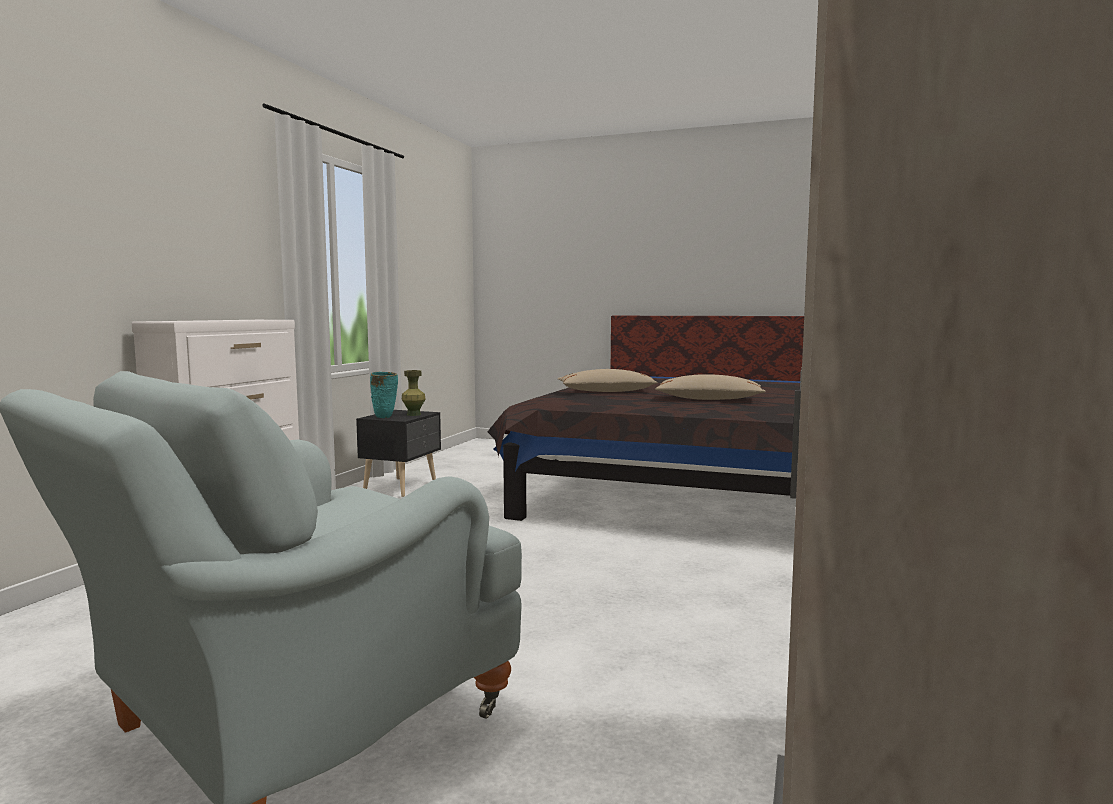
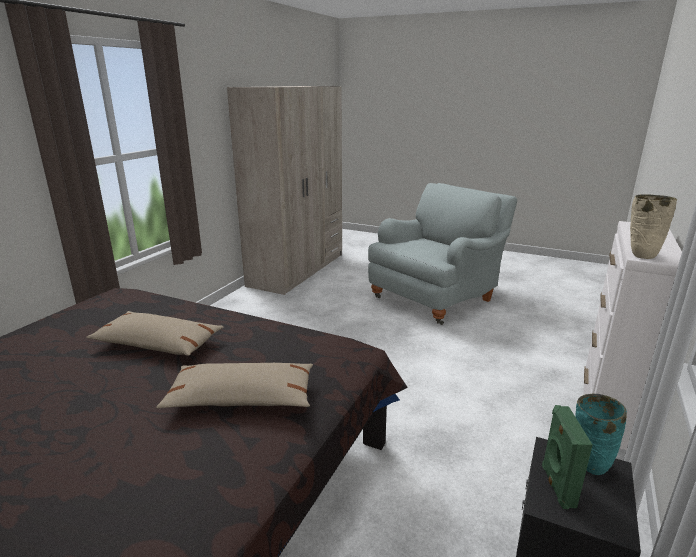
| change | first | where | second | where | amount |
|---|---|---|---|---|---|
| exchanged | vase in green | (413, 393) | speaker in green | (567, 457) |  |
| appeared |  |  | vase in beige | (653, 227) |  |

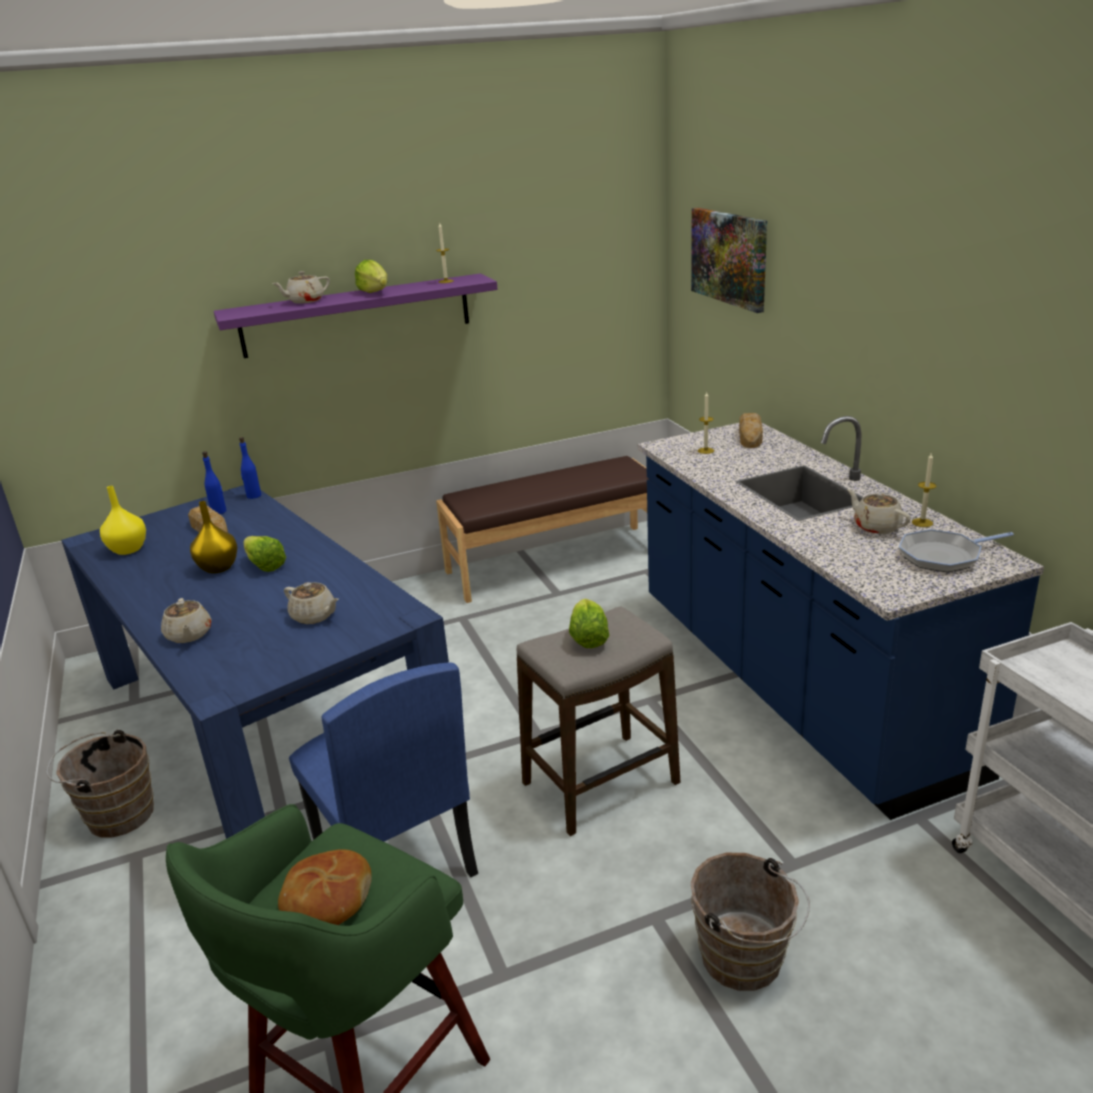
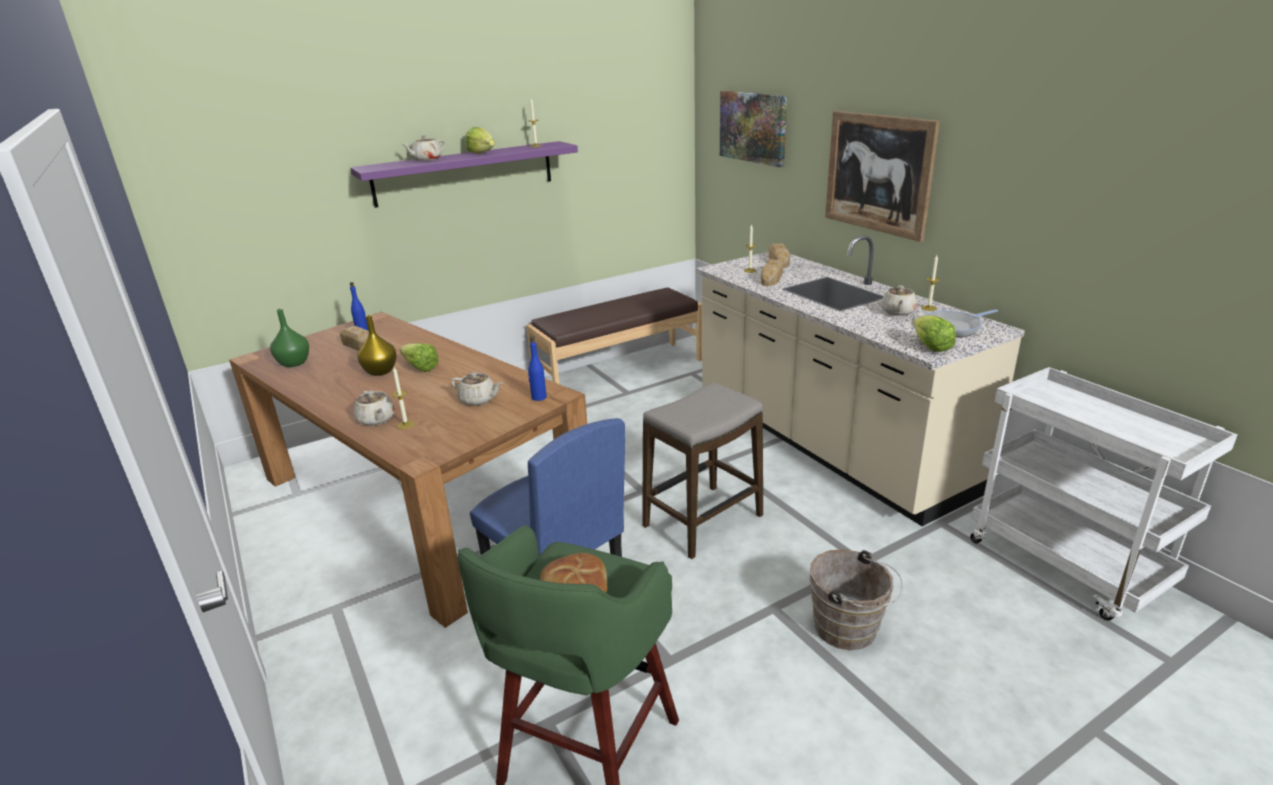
| change | first | where | second | where | amount |
|---|---|---|---|---|---|
| missing | bucket in brown | (100, 783) |  |  |  |
| colour | dining table in blue | (255, 662) | dining table in brown | (408, 470) |  |
| colour | vase in yellow | (123, 520) | vase in green | (289, 337) |  |
| relocated | bottle in blue | (250, 468) |  | (537, 368) |  |
| relocated | lettuce | (589, 623) |  | (934, 333) |  |
| colour | counter in blue | (841, 618) | counter in beige | (860, 380) |  |
| spun | teapot in beige | (879, 511) |  | (899, 300) | 120 degrees counterclockwise |
| appeared |  |  | candle | (403, 398) |  |
| appeared |  |  | bread | (772, 272) |  |
| appeared |  |  | picture | (882, 176) |  |

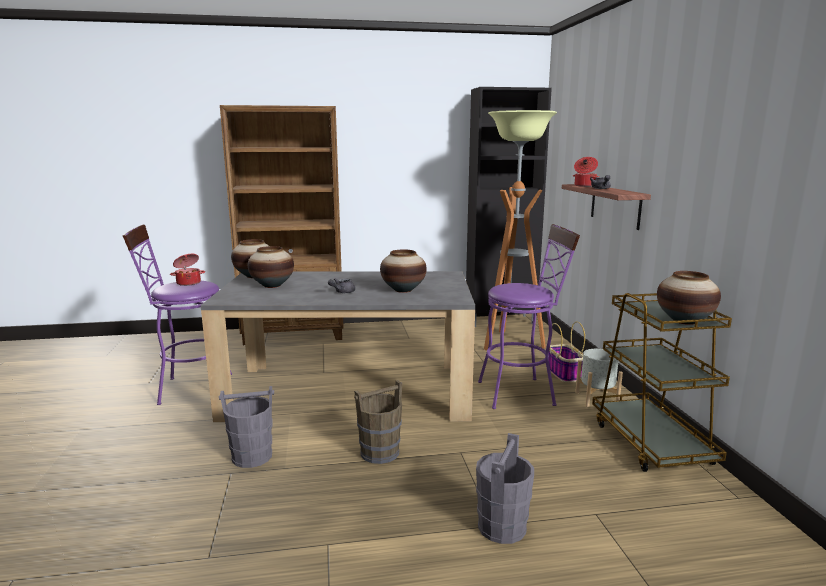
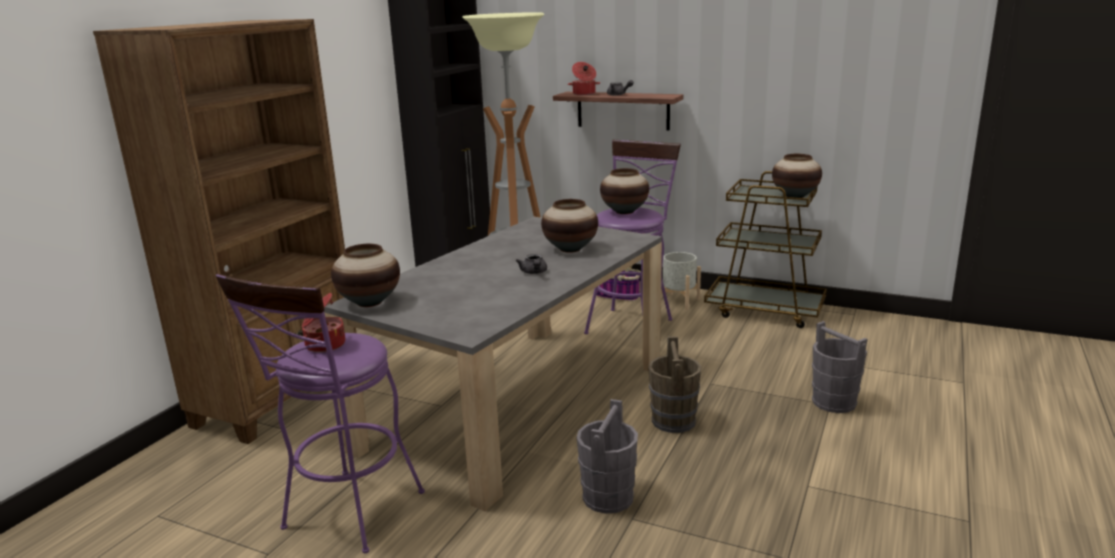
| change | first | where | second | where | amount |
|---|---|---|---|---|---|
| relocated | vase | (271, 267) |  | (624, 191) |  |

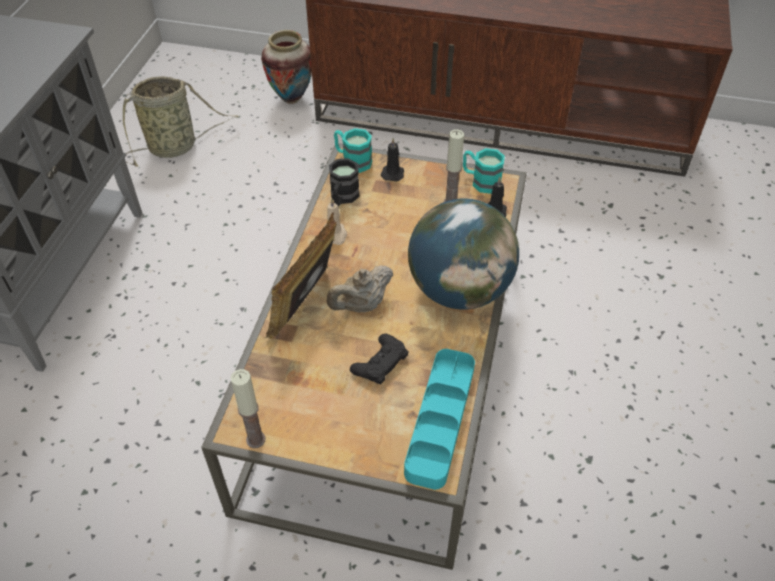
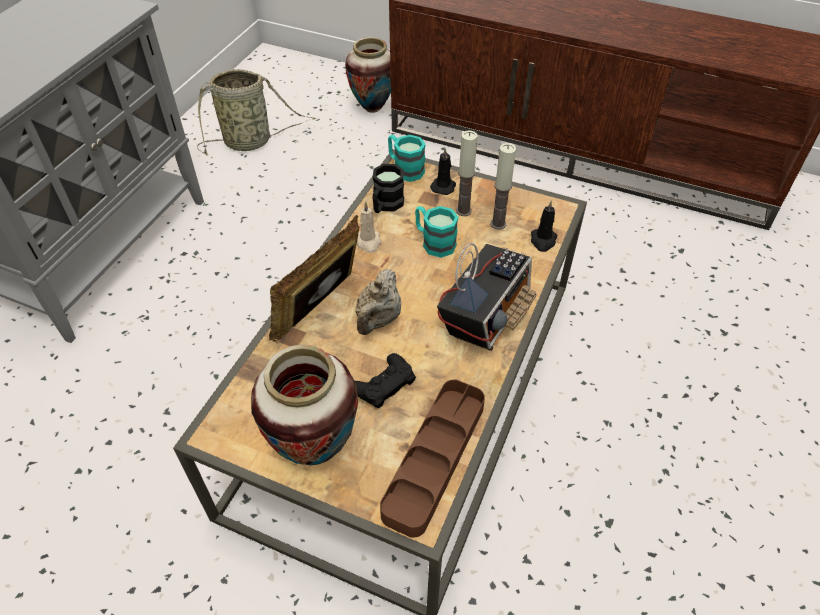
| change | first | where | second | where | amount |
|---|---|---|---|---|---|
| relocated | candle | (247, 408) |  | (467, 173) |  |
| spun | teapot in beige | (360, 289) |  | (378, 302) | 45 degrees counterclockwise |
| colour | tray in turquoise | (439, 419) | tray in brown | (432, 458) |  |
| exchanged | globe | (463, 254) | radio | (486, 297) |  |
| relocated | mug in turquoise | (484, 171) |  | (436, 232) |  |
| appeared |  |  | vase | (304, 404) |  |

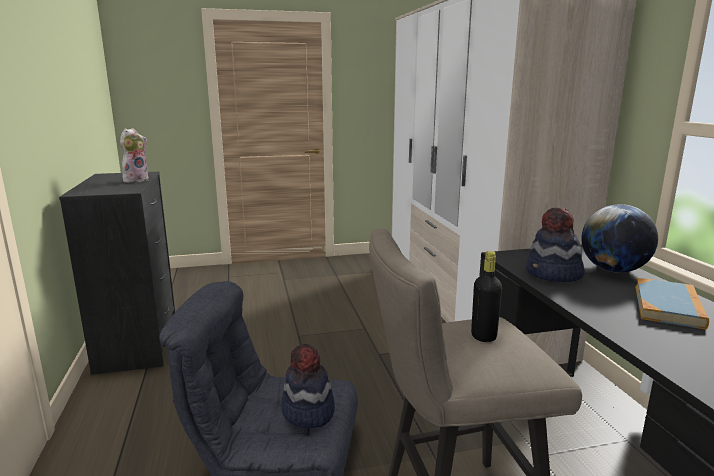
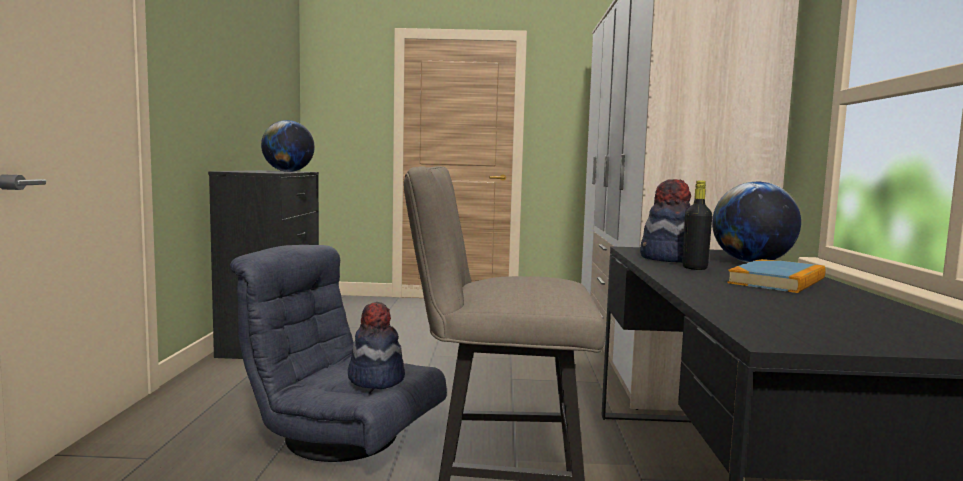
| change | first | where | second | where | amount |
|---|---|---|---|---|---|
| exchanged | plush toy | (134, 155) | globe | (288, 146) |  |
| relocated | bottle in black | (486, 296) |  | (697, 225) |  |

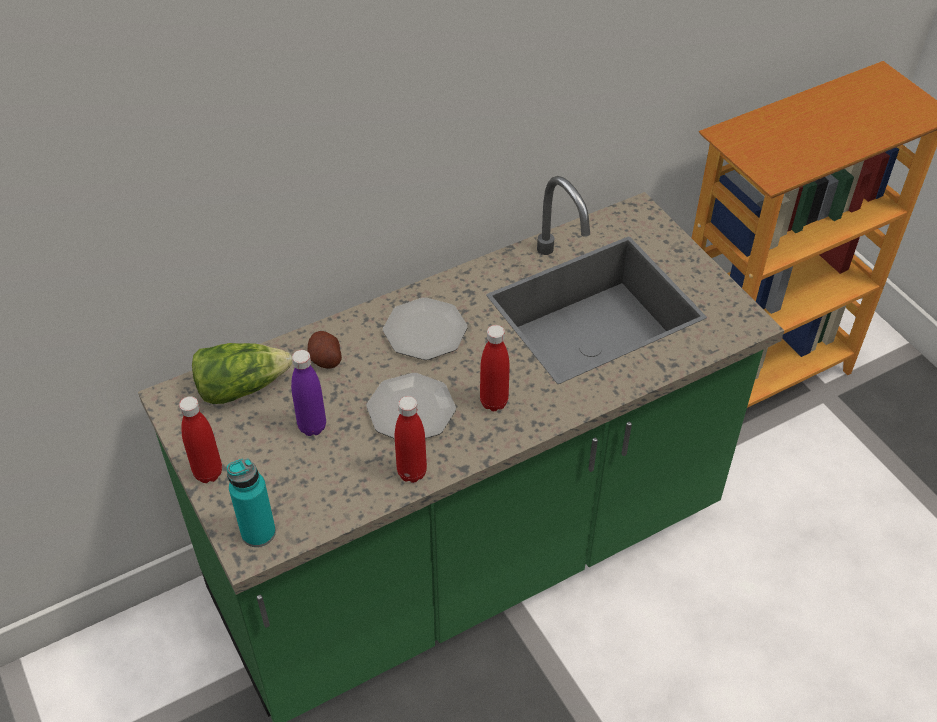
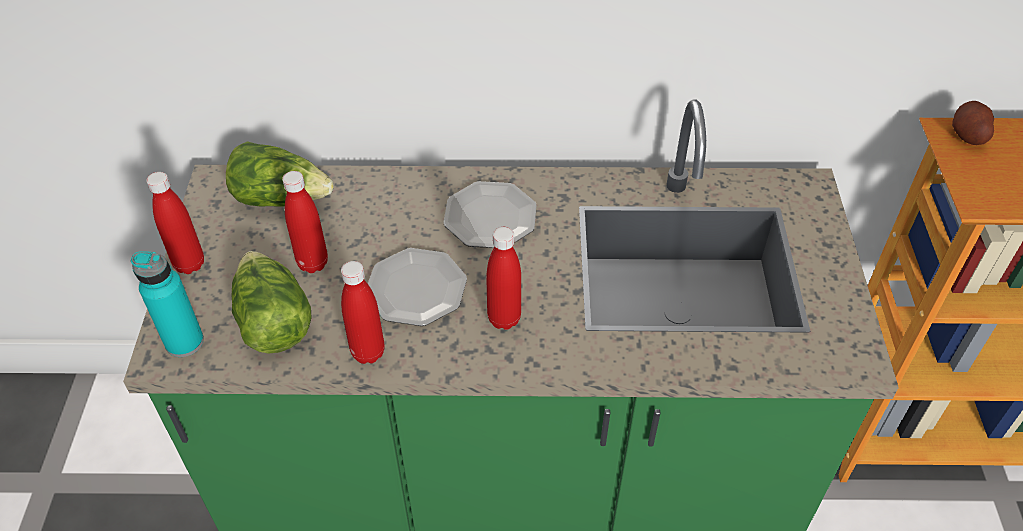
| change | first | where | second | where | amount |
|---|---|---|---|---|---|
| colour | bottle in purple | (308, 393) | bottle in red | (305, 222) |  |
| relocated | potato | (325, 349) |  | (973, 123) |  |
| appeared |  |  | lettuce | (272, 302) |  |

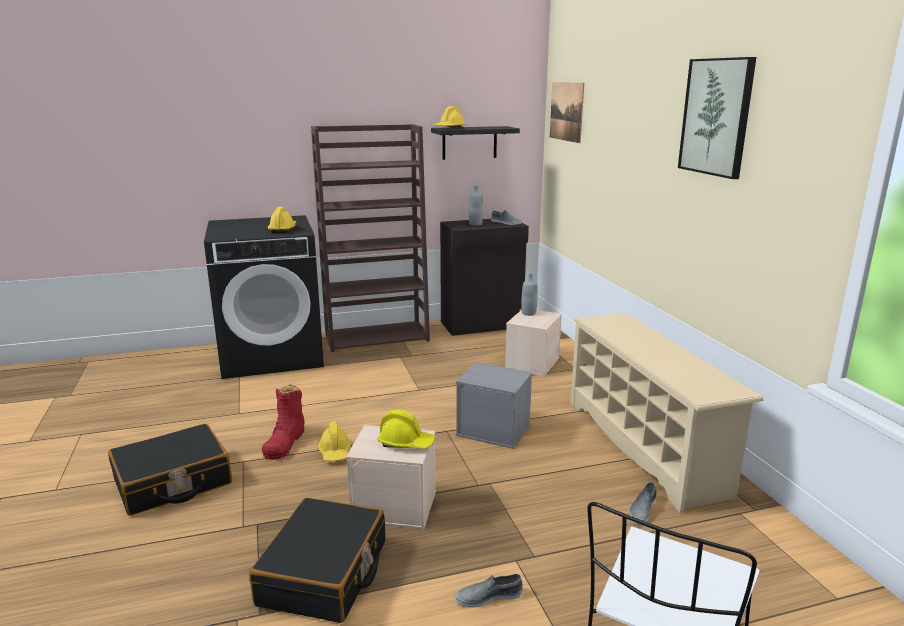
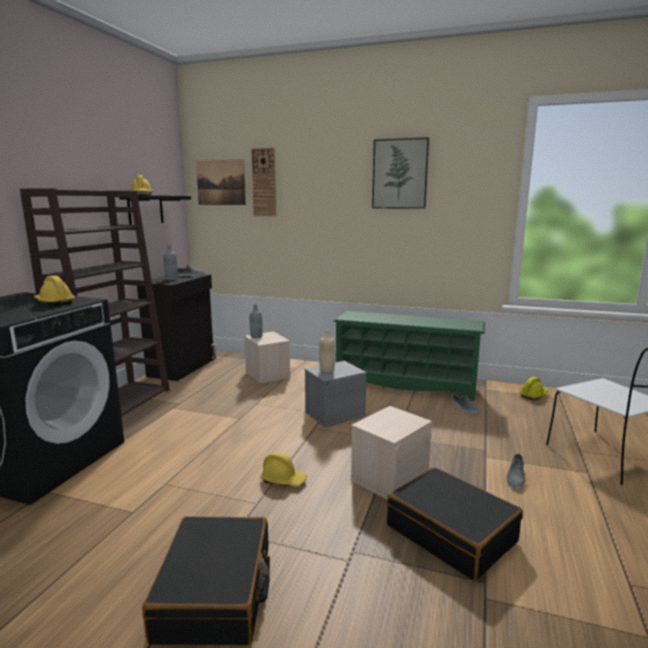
| change | first | where | second | where | amount |
|---|---|---|---|---|---|
| missing | boot in red | (283, 422) |  |  |  |
| relocated | hard hat in yellow | (406, 429) |  | (534, 388) |  |
| colour | shoe rack in beige | (667, 413) | shoe rack in green | (409, 356) |  |
| appeared |  |  | wall clock | (263, 182) |  |
| appeared |  |  | bottle in beige | (327, 350) |  |

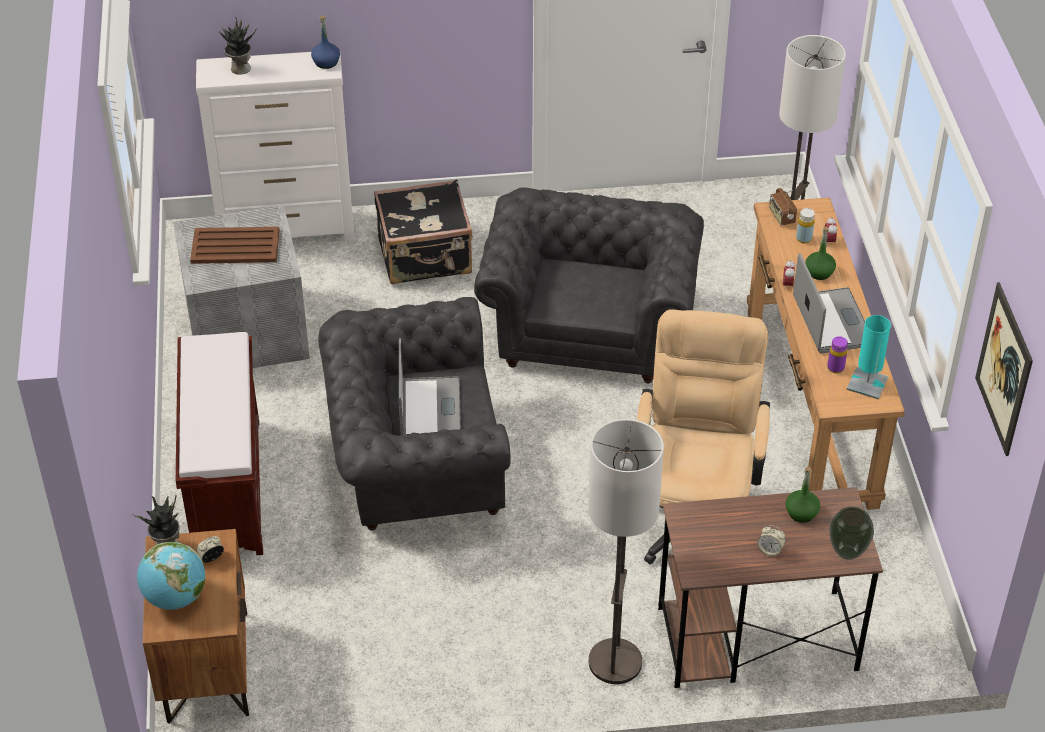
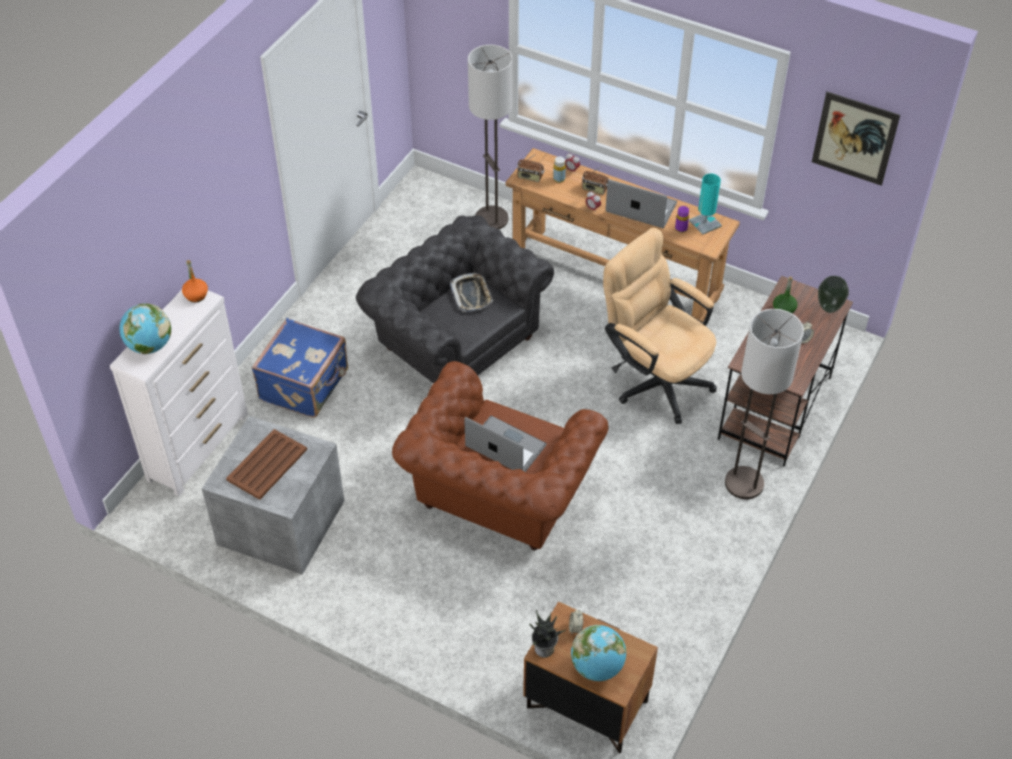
| change | first | where | second | where | amount |
|---|---|---|---|---|---|
| missing | bench in brown | (219, 443) |  |  |  |
| exchanged | potted plant | (238, 46) | globe | (145, 328) |  |
| colour | bottle in blue | (325, 42) | bottle in orange | (195, 281) |  |
| colour | armchair in grey | (414, 413) | armchair in brown | (500, 455) |  |
| colour | suitcase in black | (423, 231) | suitcase in blue | (300, 368) |  |
| exchanged | bottle in green | (820, 253) | radio | (595, 181) |  |
| appeared |  |  | tray | (471, 292) |  |

